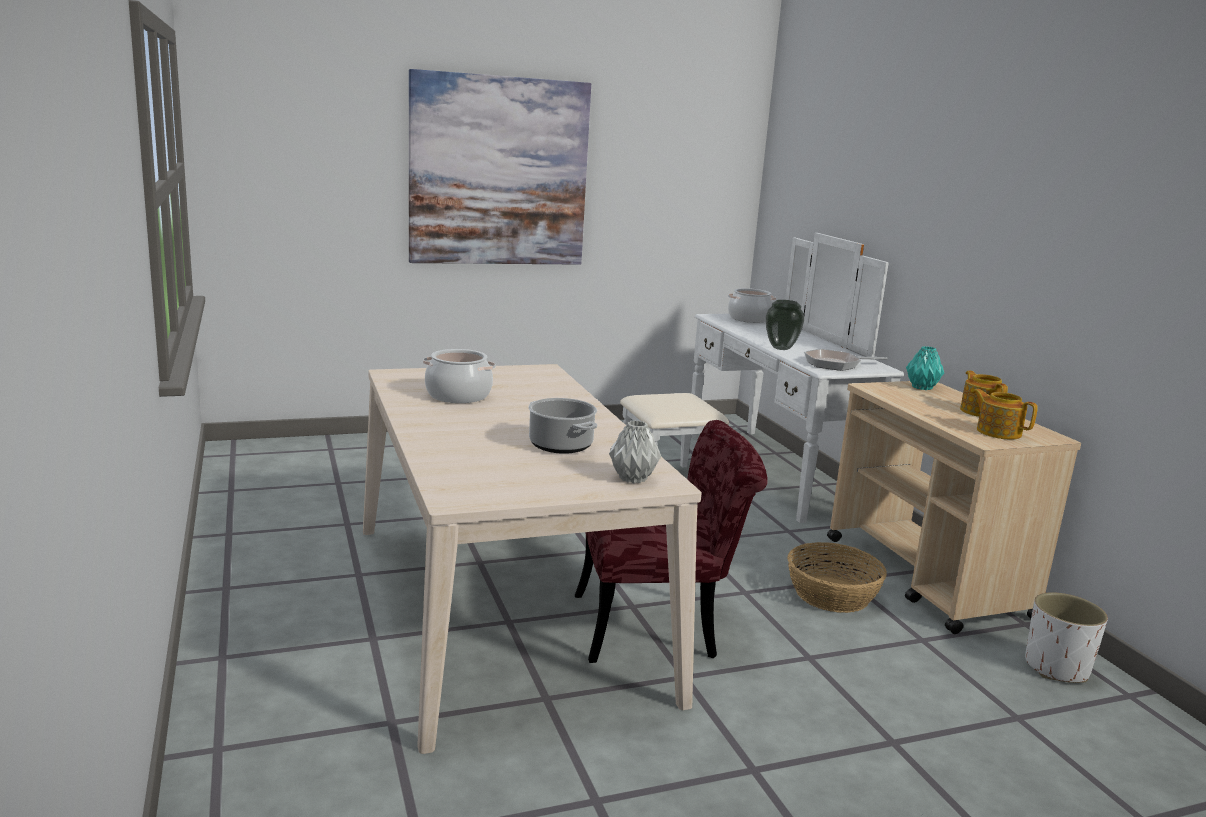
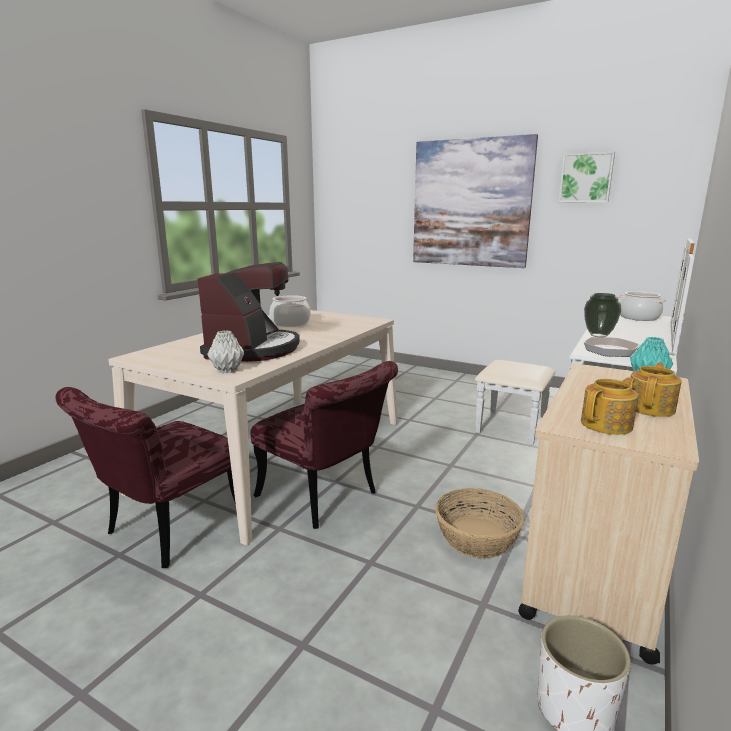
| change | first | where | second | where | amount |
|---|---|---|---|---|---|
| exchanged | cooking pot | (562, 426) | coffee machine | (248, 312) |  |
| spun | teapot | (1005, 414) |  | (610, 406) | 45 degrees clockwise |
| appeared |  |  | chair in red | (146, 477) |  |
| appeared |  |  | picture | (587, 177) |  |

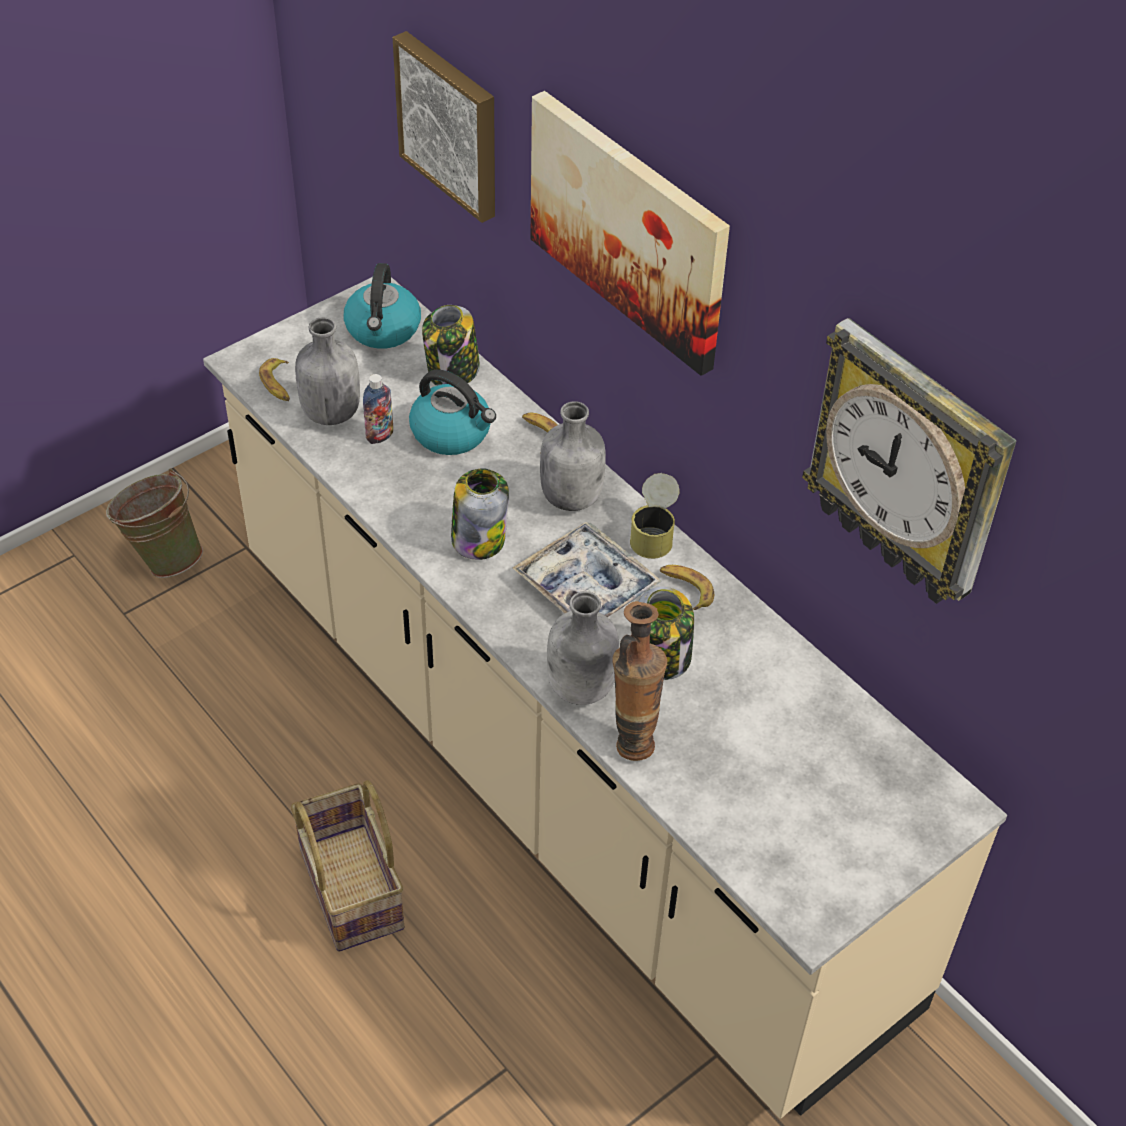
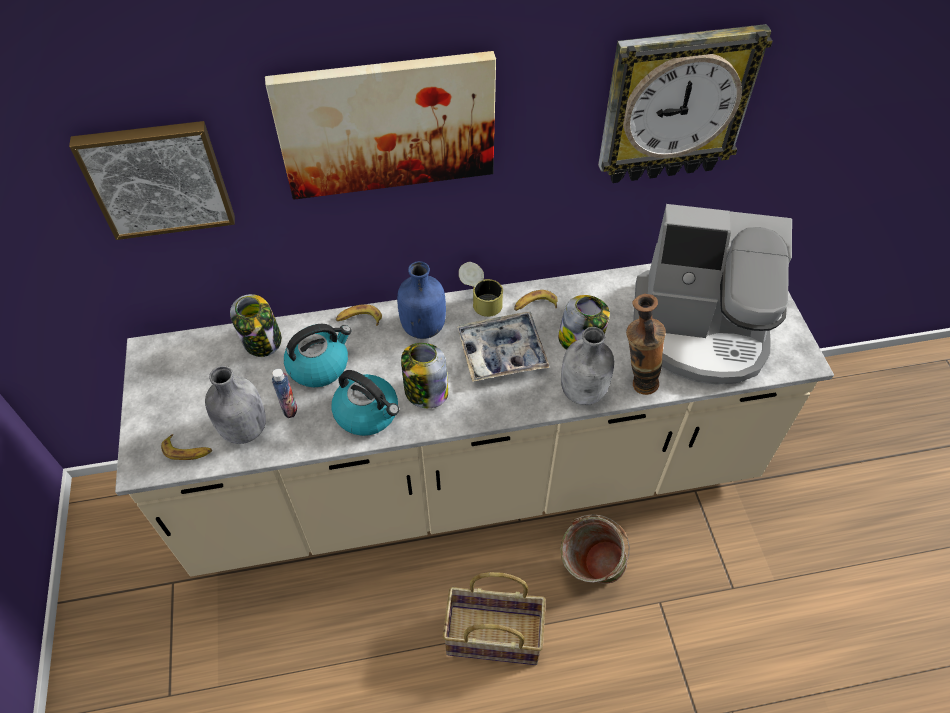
| change | first | where | second | where | amount |
|---|---|---|---|---|---|
| relocated | bucket in green | (154, 523) |  | (595, 549) |  |
| relocated | kettle | (382, 306) |  | (365, 403) |  |
| colour | bottle in grey | (573, 456) | bottle in blue | (421, 300) |  |
| appeared |  |  | coffee machine | (712, 294) |  |

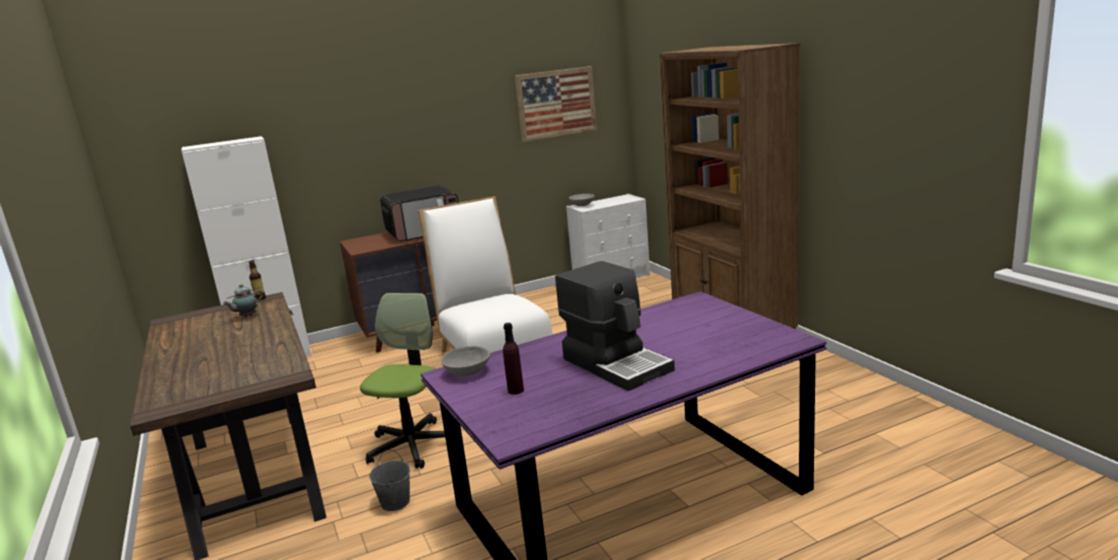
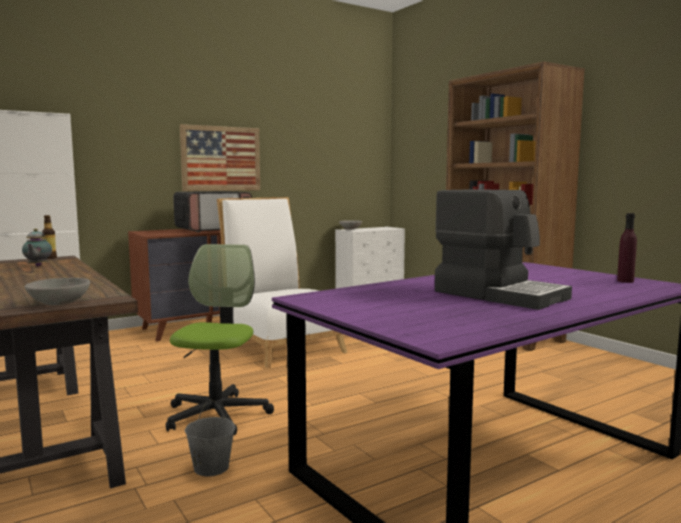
| change | first | where | second | where | amount |
|---|---|---|---|---|---|
| spun | teapot | (243, 300) |  | (37, 247) | 45 degrees counterclockwise |
| relocated | bowl in grey | (465, 361) |  | (57, 291) |  |
| relocated | bottle in purple | (513, 359) |  | (627, 248) |  |
| relocated | picture | (556, 104) |  | (220, 157) |  |

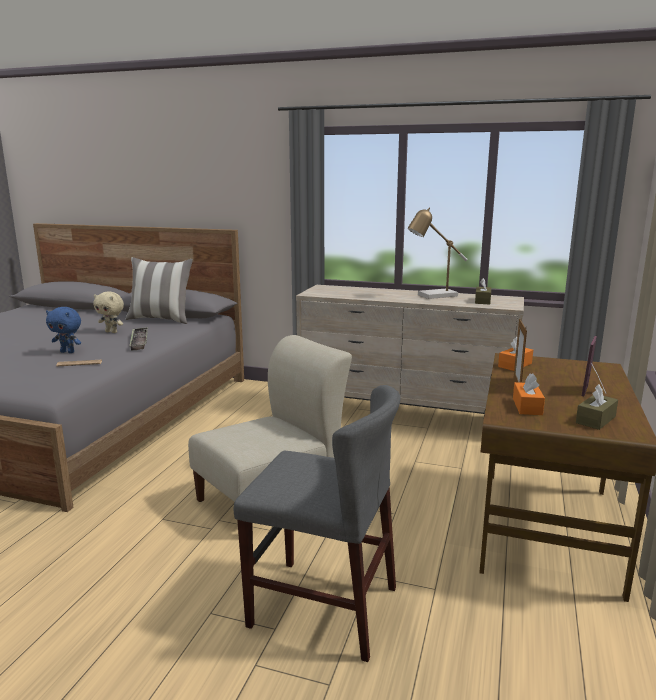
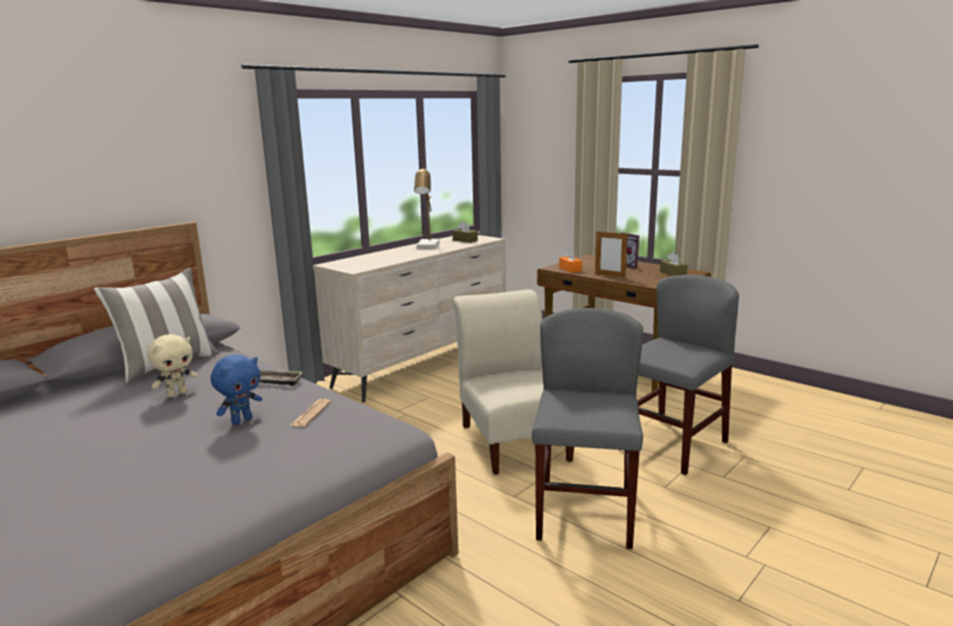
| change | first | where | second | where | amount |
|---|---|---|---|---|---|
| missing | tissue box in orange | (529, 394) |  |  |  |
| appeared |  |  | chair in grey | (587, 428) |  |

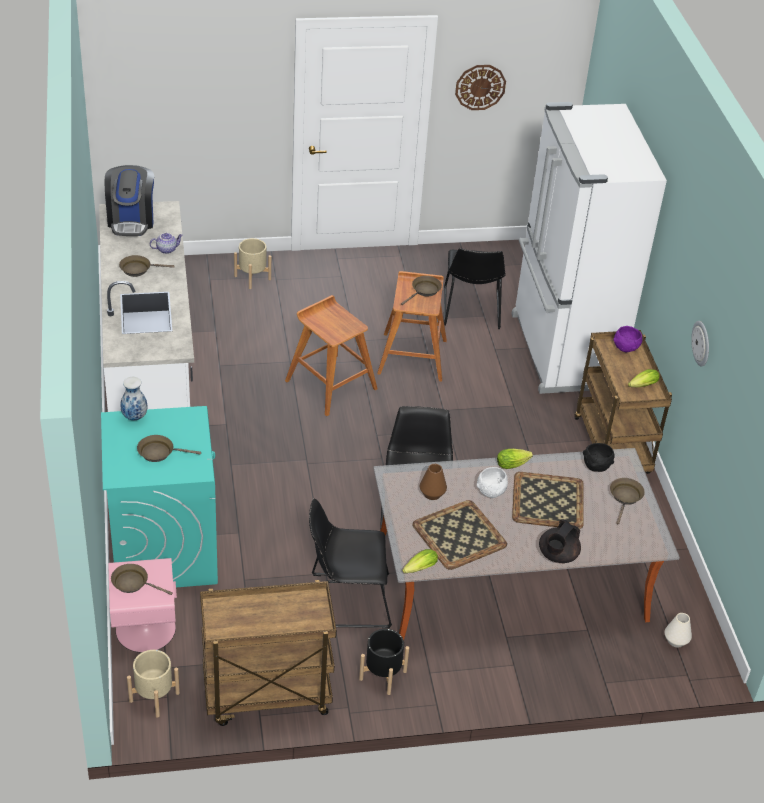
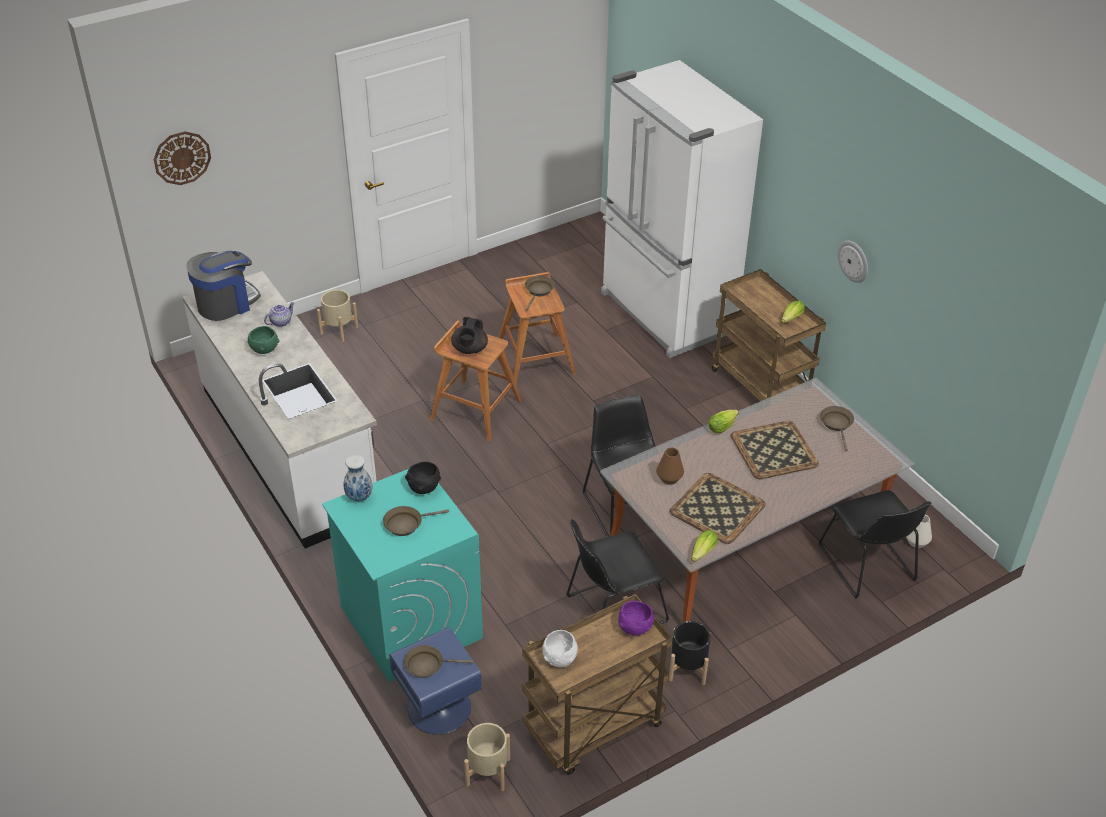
| change | first | where | second | where | amount |
|---|---|---|---|---|---|
| spun | coffee machine | (129, 200) |  | (223, 286) | 105 degrees counterclockwise |
| colour | nightstand in pink | (142, 605) | nightstand in blue | (435, 681) |  |
| exchanged | frying pan in brown | (147, 266) | bowl in green | (263, 340) |  |
| relocated | chair in black | (475, 288) |  | (874, 544) |  |
| relocated | wall clock | (480, 87) |  | (182, 158) |  |
| relocated | bowl in white | (492, 482) |  | (560, 648) |  |
| relocated | teapot in black | (560, 541) |  | (469, 335) |  |
| relocated | bowl in black | (599, 457) |  | (423, 478) |  |
| relocated | bowl in purple | (627, 339) |  | (636, 618) |  |

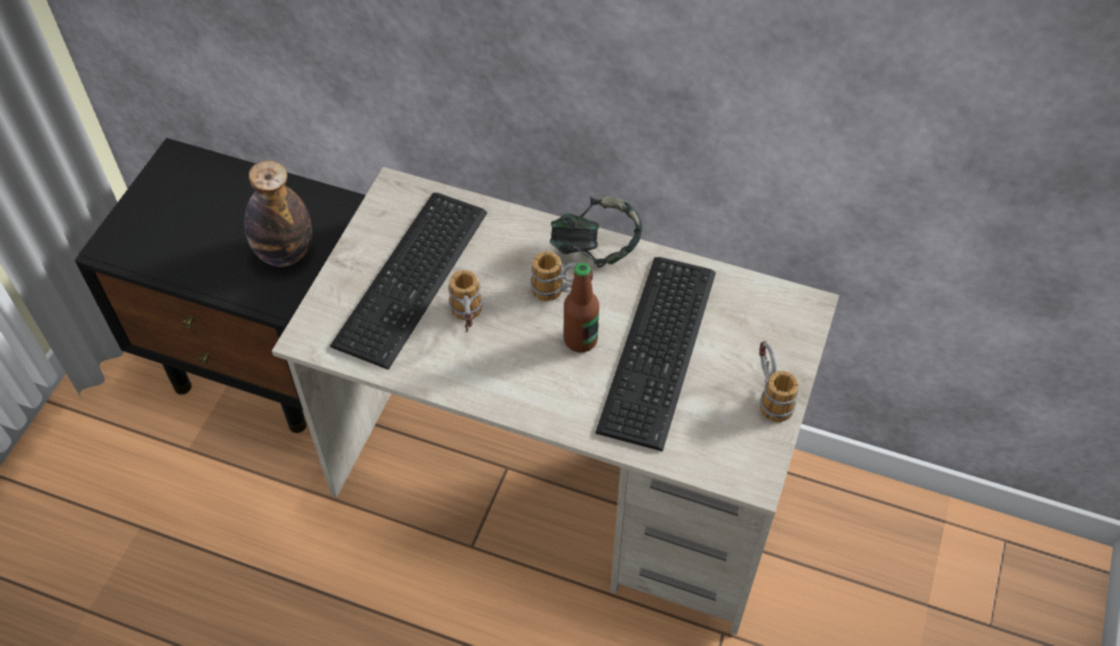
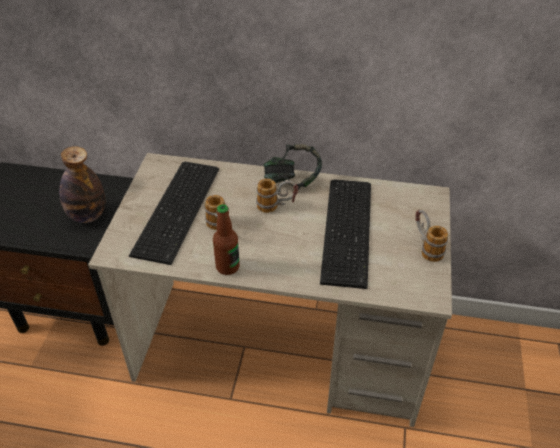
| change | first | where | second | where | amount |
|---|---|---|---|---|---|
| relocated | bottle | (581, 308) |  | (226, 239) |  |

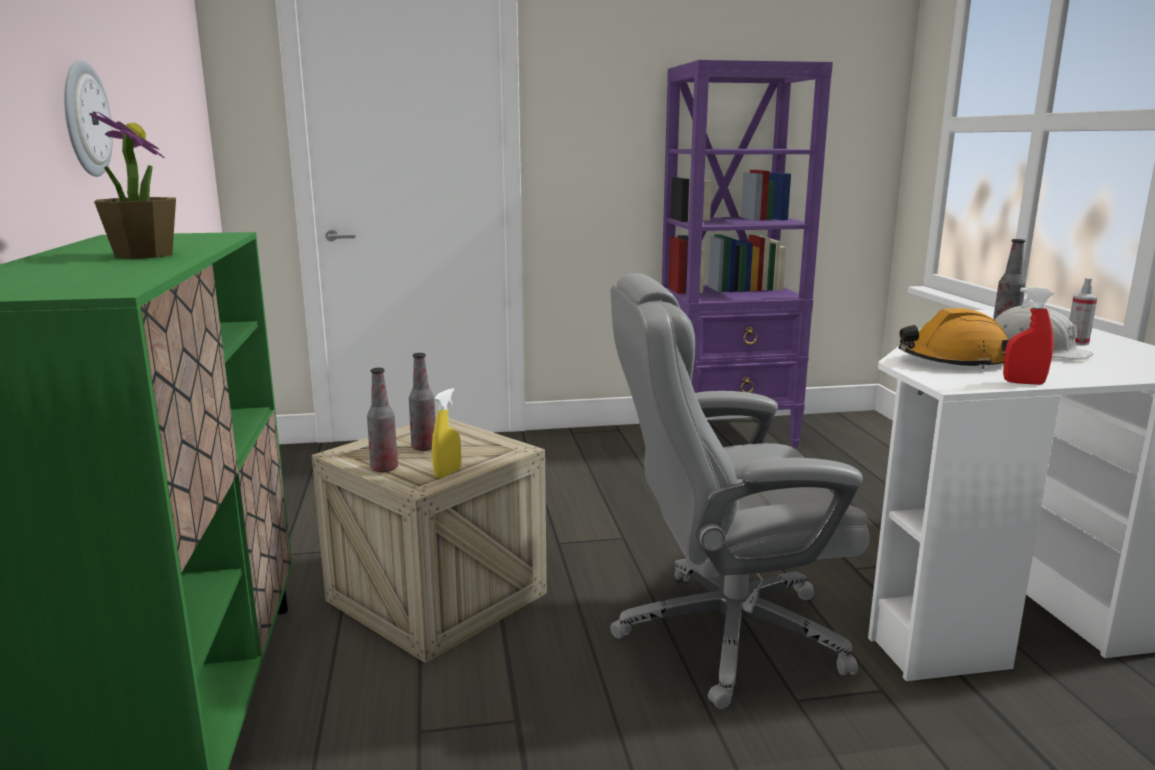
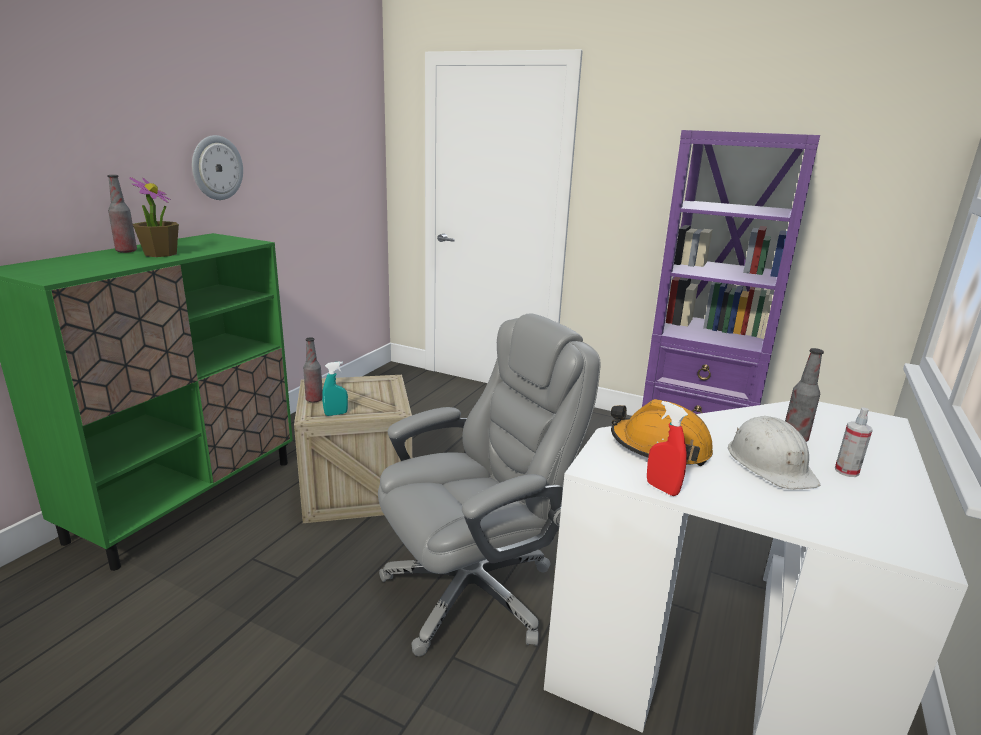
| change | first | where | second | where | amount |
|---|---|---|---|---|---|
| relocated | bottle | (422, 402) |  | (122, 214) |  |
| colour | spray bottle in yellow | (446, 433) | spray bottle in turquoise | (335, 389) |  |
| spun | office chair in grey | (739, 491) |  | (489, 484) | 120 degrees clockwise |

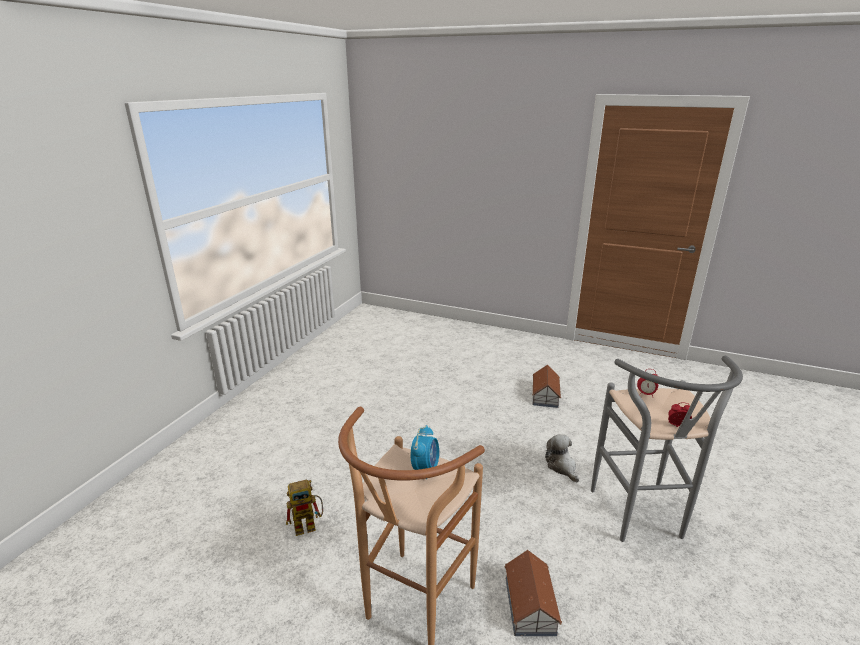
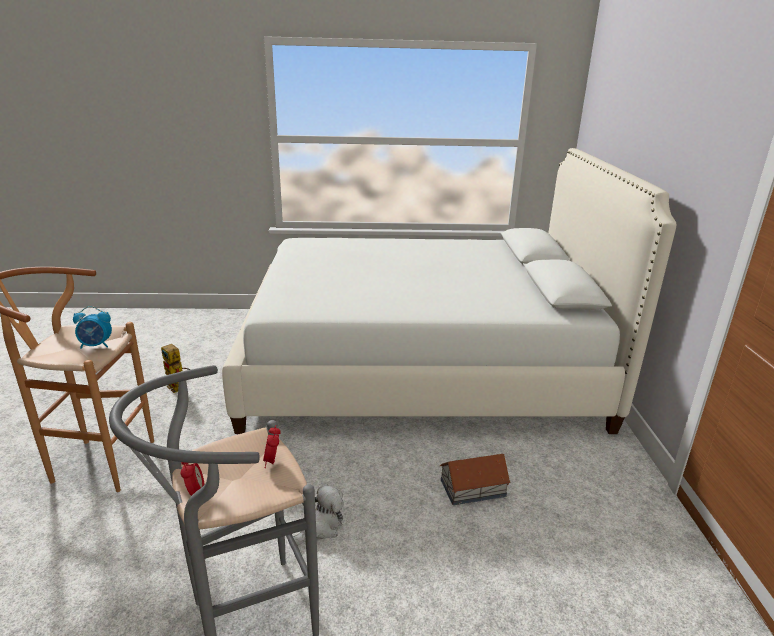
| change | first | where | second | where | amount |
|---|---|---|---|---|---|
| missing | toy house | (533, 593) |  |  |  |
| appeared |  |  | bed in white | (449, 291) |  |

